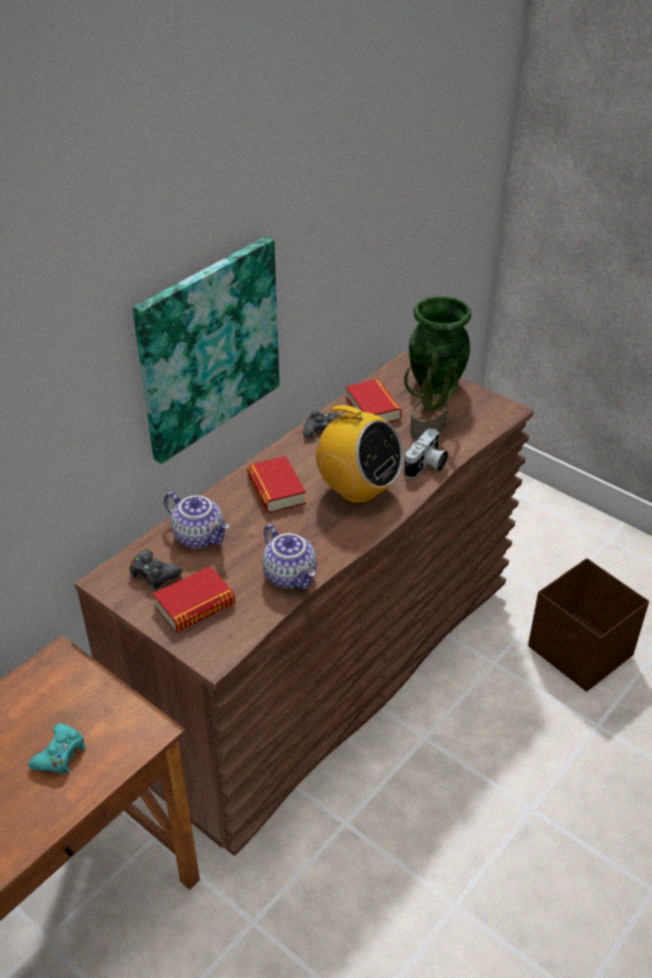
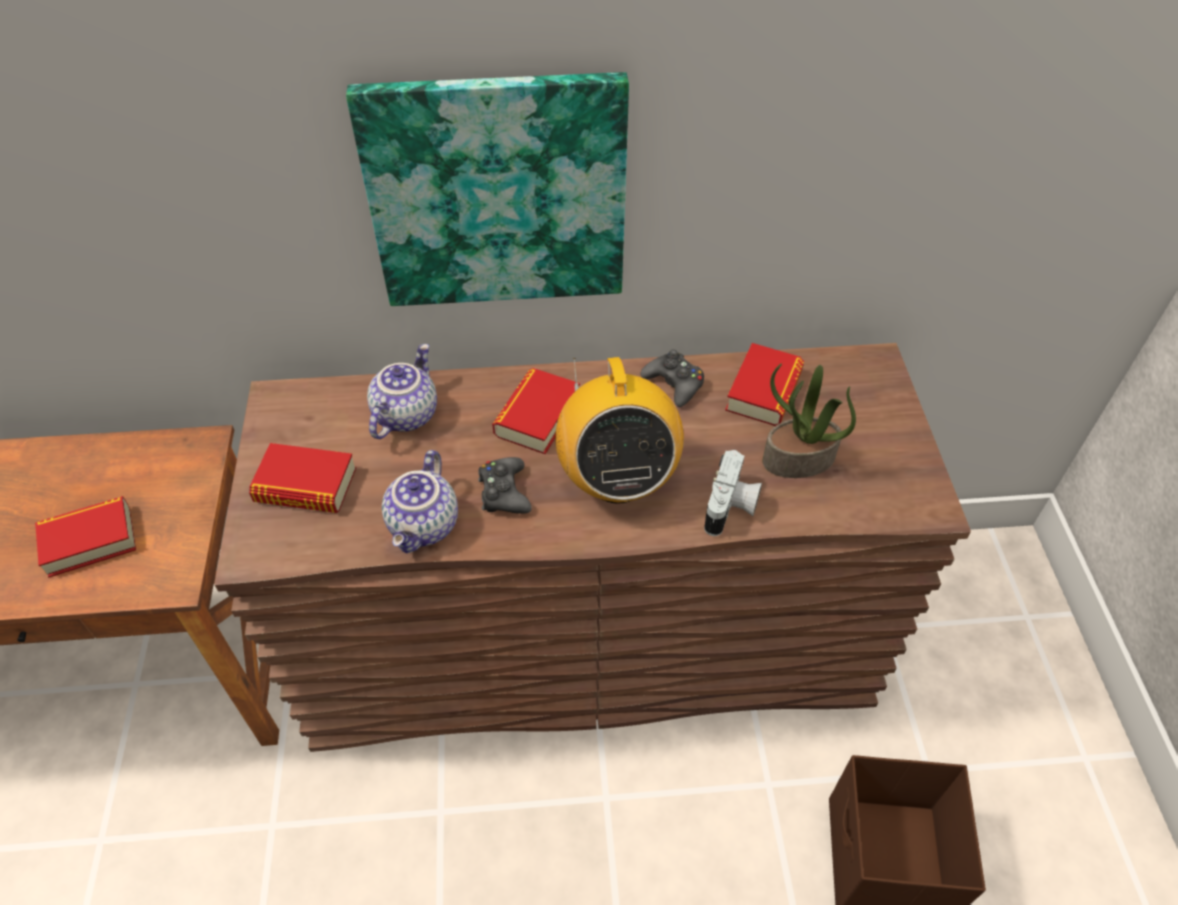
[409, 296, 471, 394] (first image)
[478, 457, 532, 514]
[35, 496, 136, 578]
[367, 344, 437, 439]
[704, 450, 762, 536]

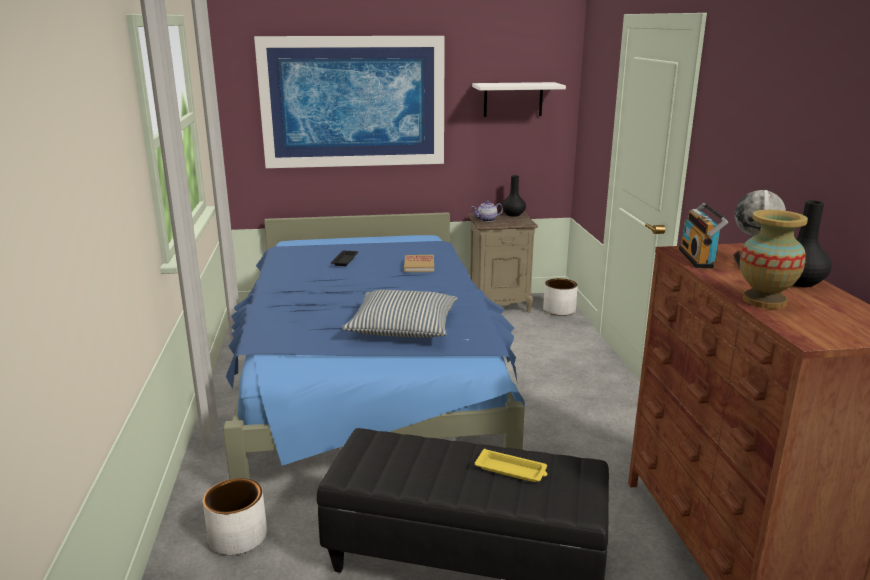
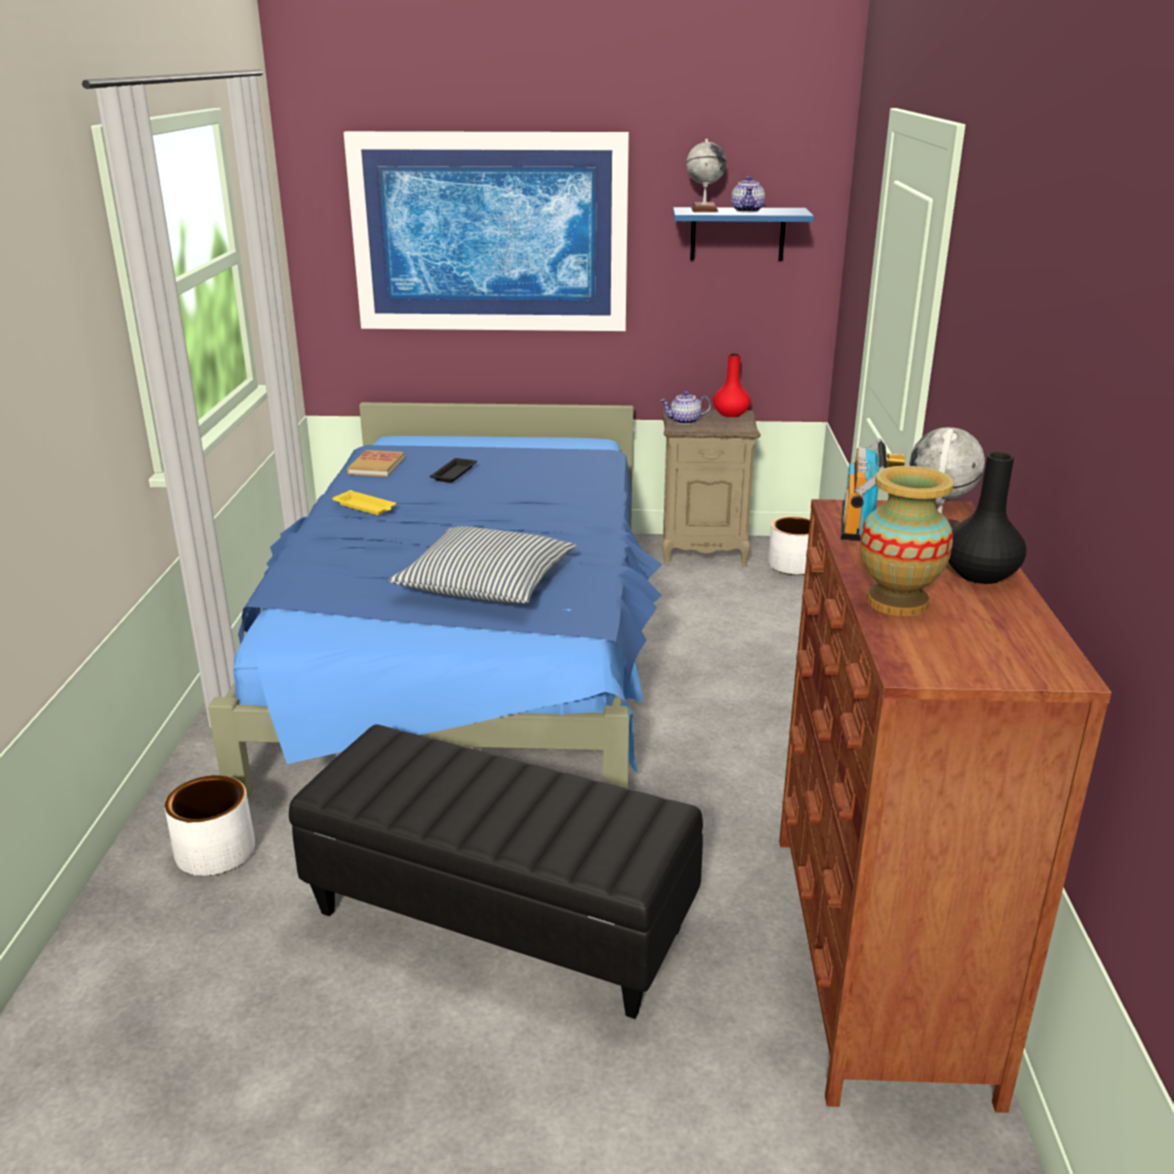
[686, 139, 726, 212]
[731, 176, 765, 213]
[347, 450, 405, 477]
[332, 490, 396, 515]
[673, 207, 814, 261]
[713, 353, 751, 417]

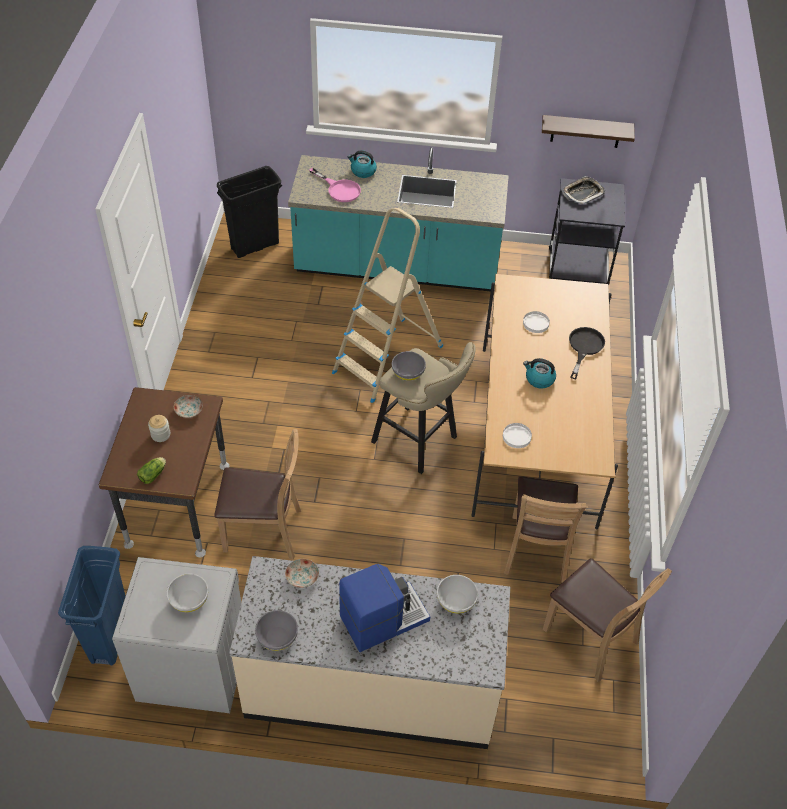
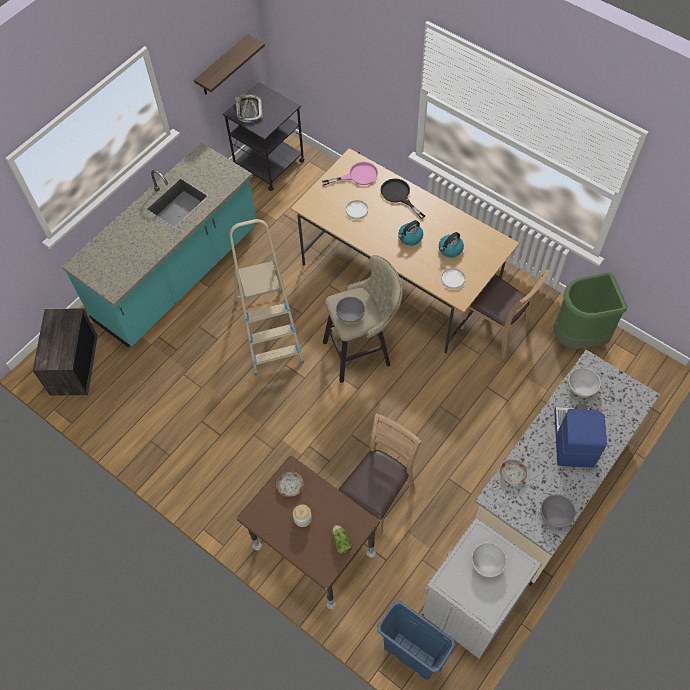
[322, 162, 378, 185]
[439, 232, 464, 258]
[33, 308, 98, 396]
[554, 272, 627, 349]

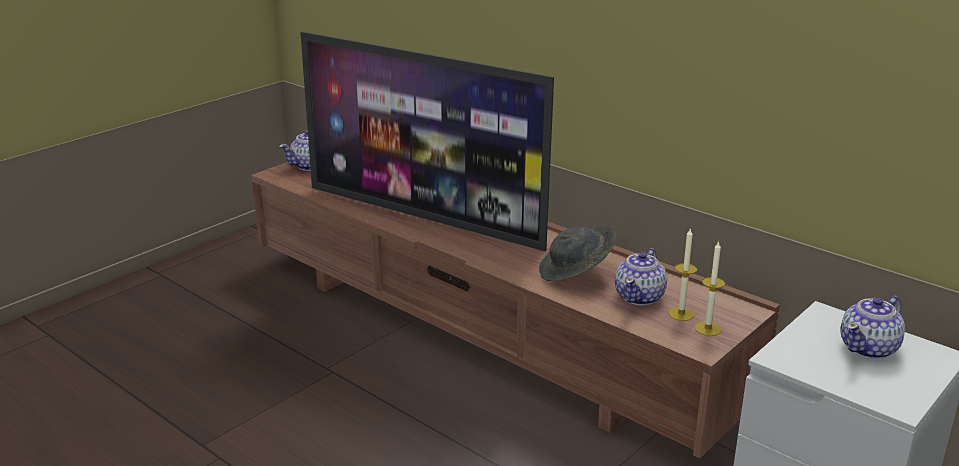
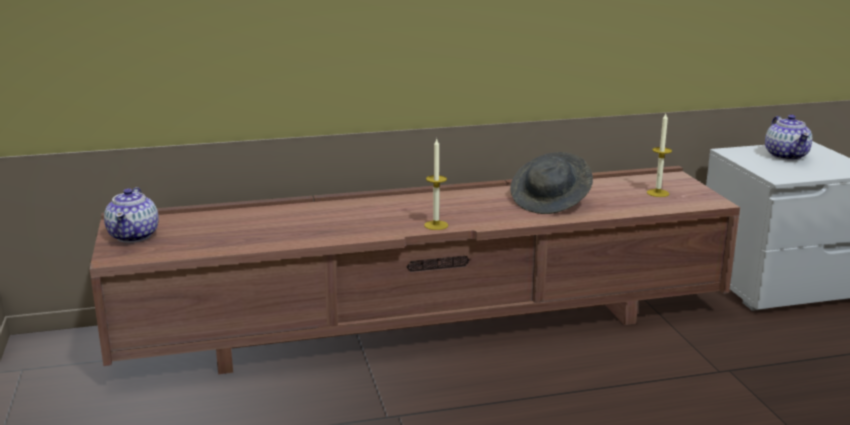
[300, 31, 554, 251] (first image)
[615, 248, 667, 306] (first image)
[424, 139, 448, 230]

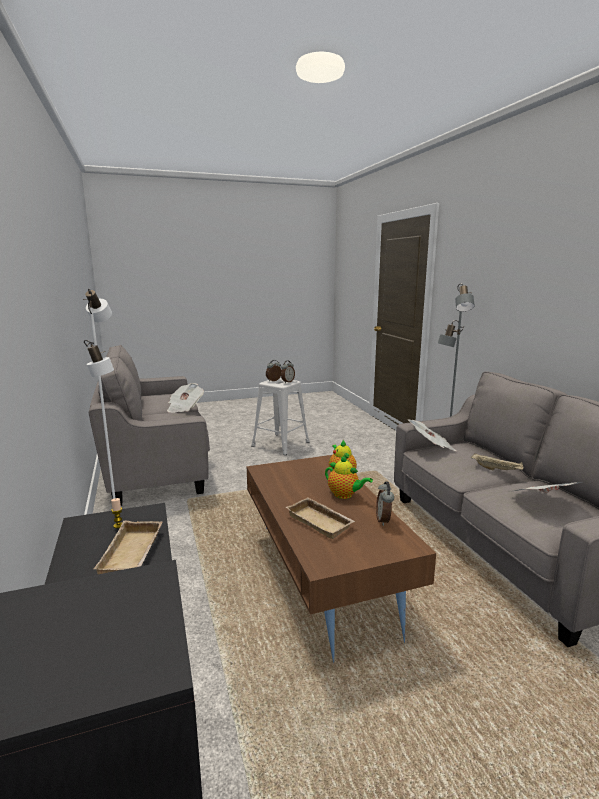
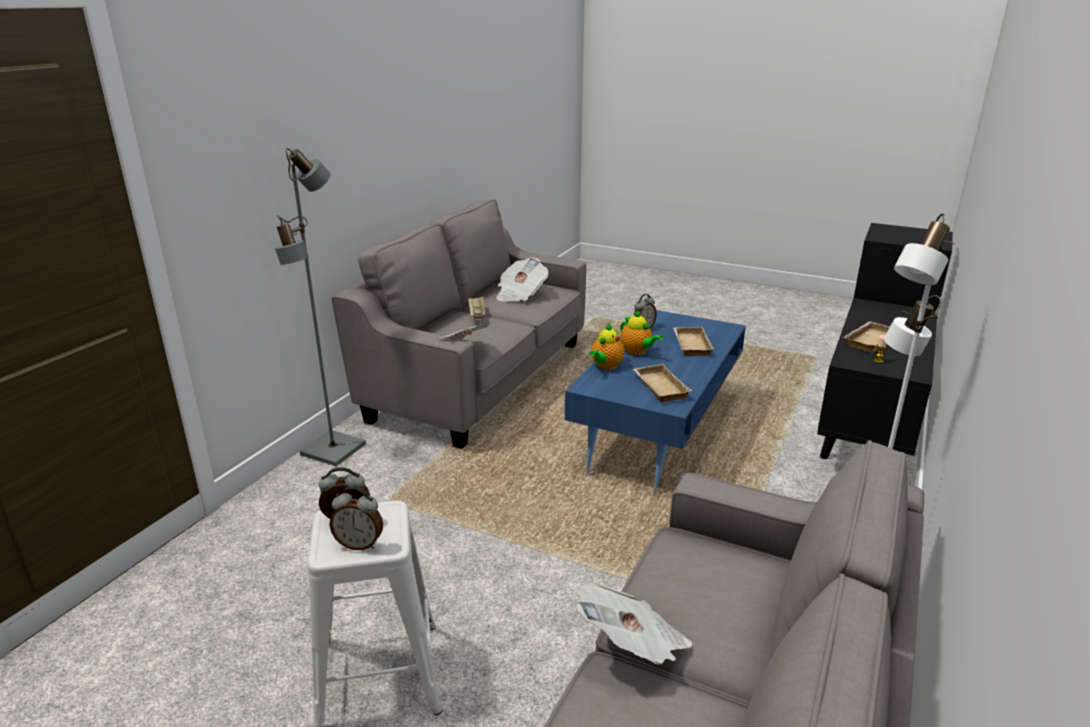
[633, 364, 692, 402]
[565, 310, 746, 495]
[620, 310, 663, 355]

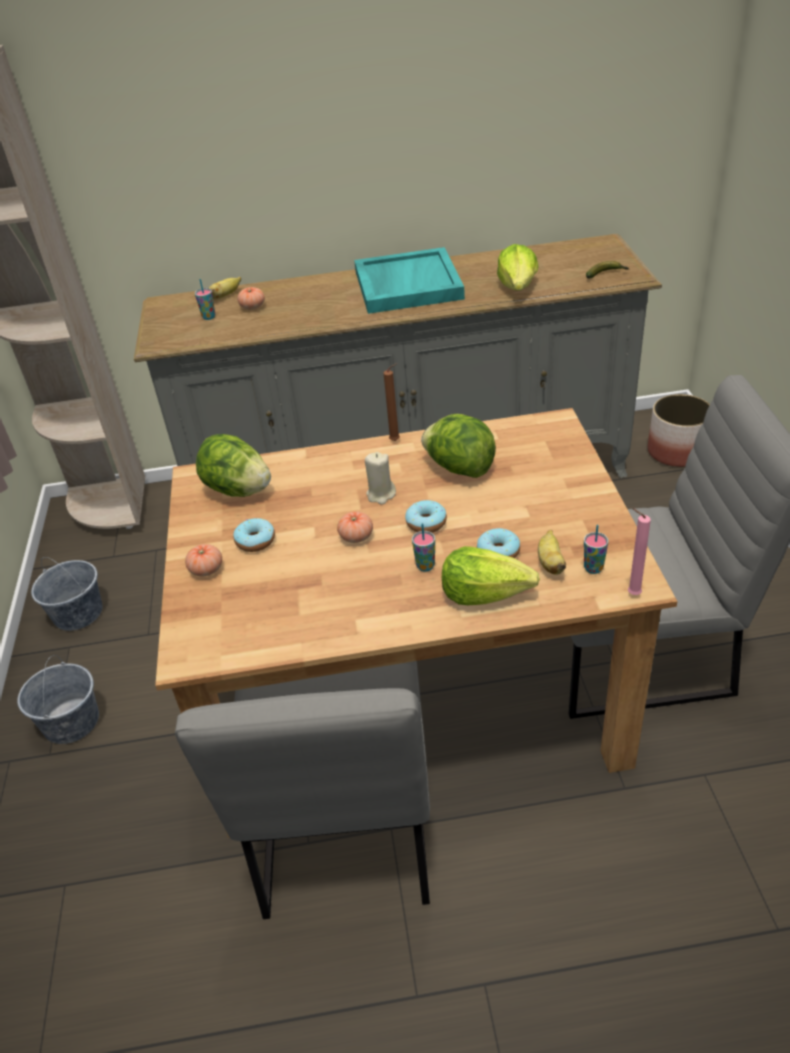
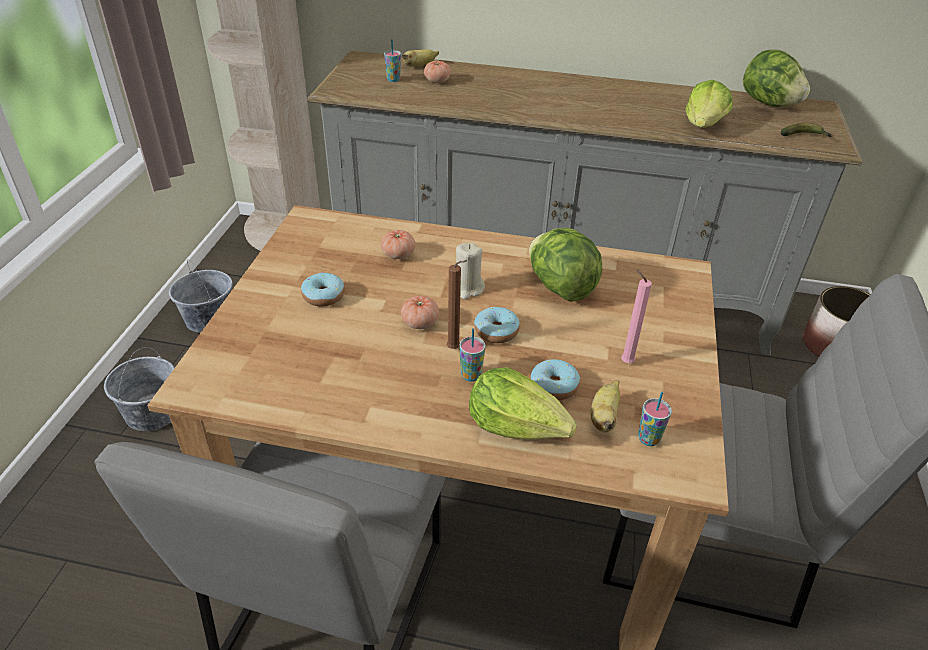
[354, 247, 465, 314] (first image)
[381, 230, 415, 259]
[743, 50, 810, 107]
[447, 260, 468, 349]
[621, 268, 652, 363]

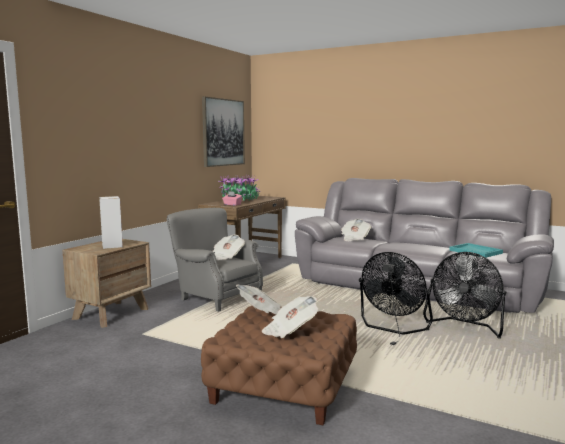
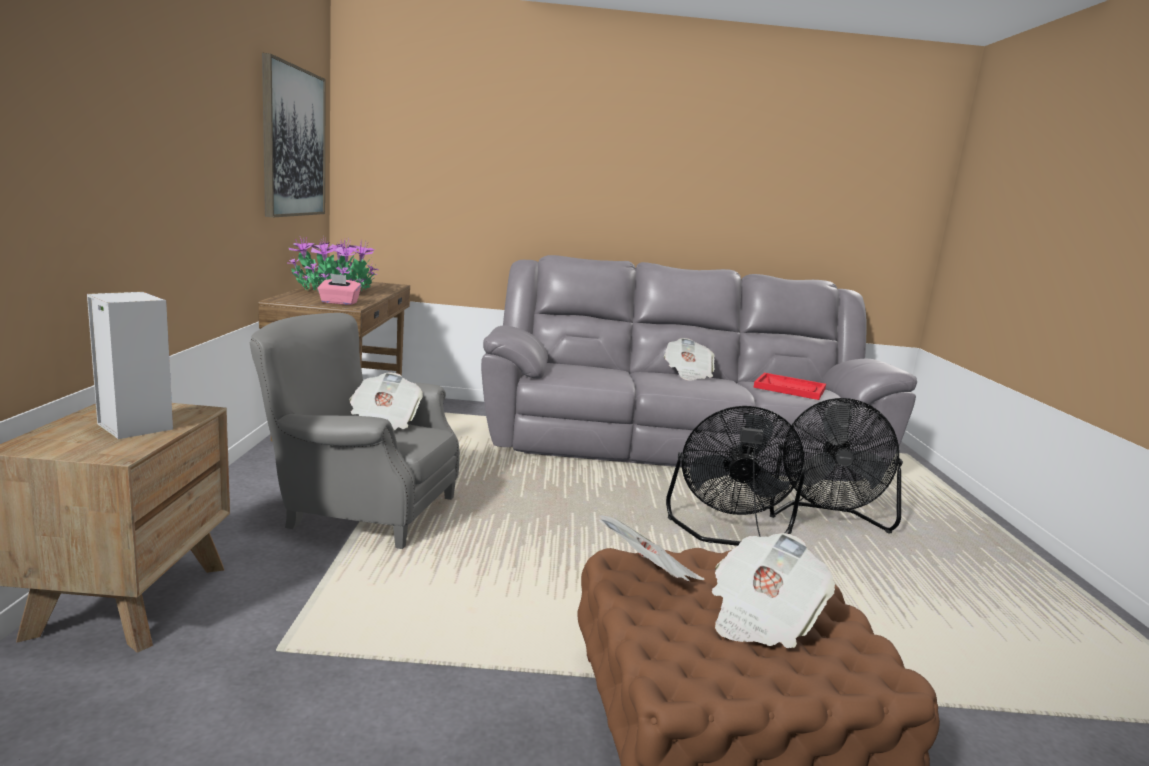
[664, 338, 714, 381]
[753, 373, 826, 400]

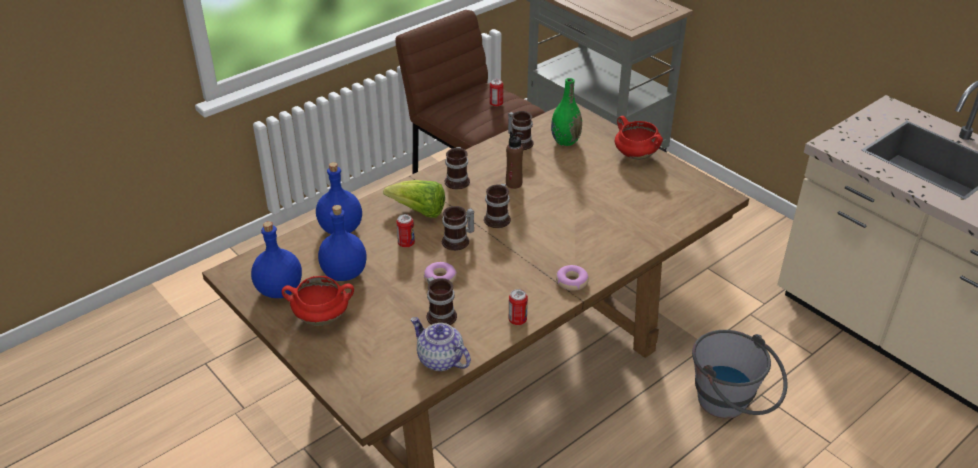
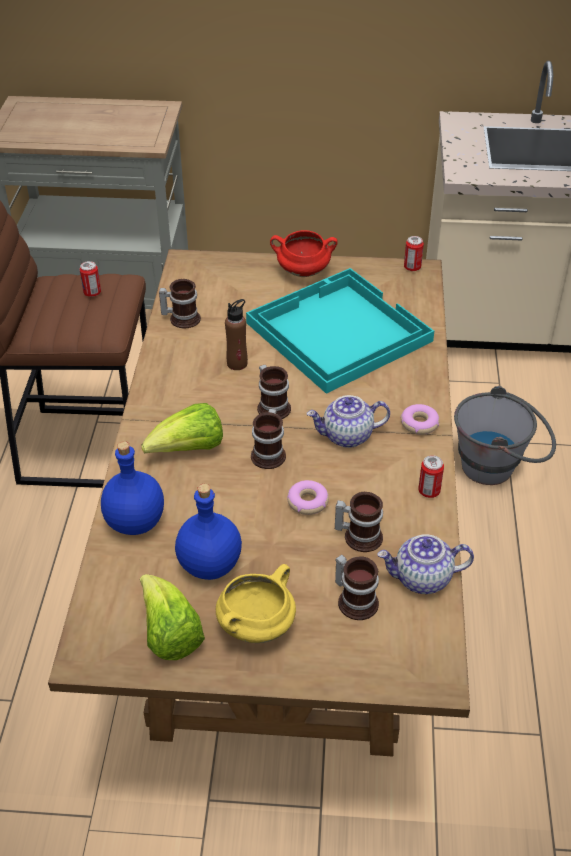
[551, 78, 582, 146] (first image)
[246, 268, 434, 394]
[307, 395, 390, 448]
[404, 236, 424, 271]
[335, 555, 379, 620]
[140, 574, 205, 660]
[216, 564, 296, 643]

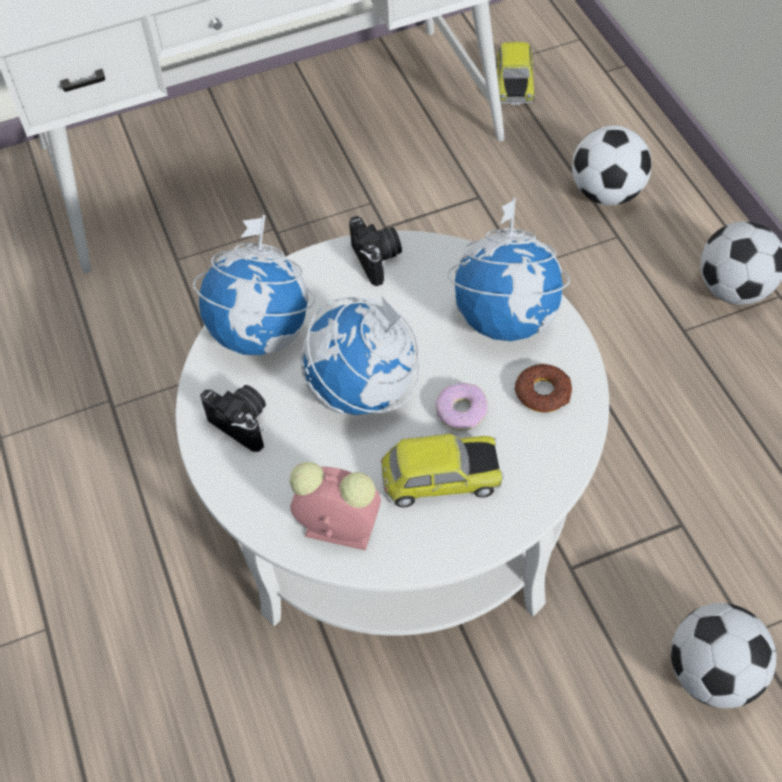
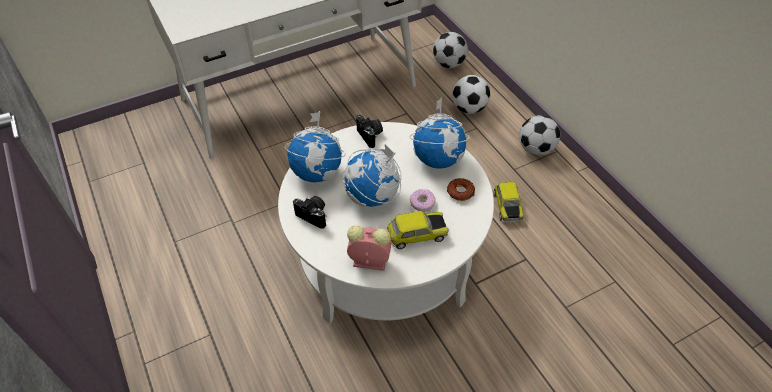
[494, 182, 524, 222]
[433, 32, 468, 68]

